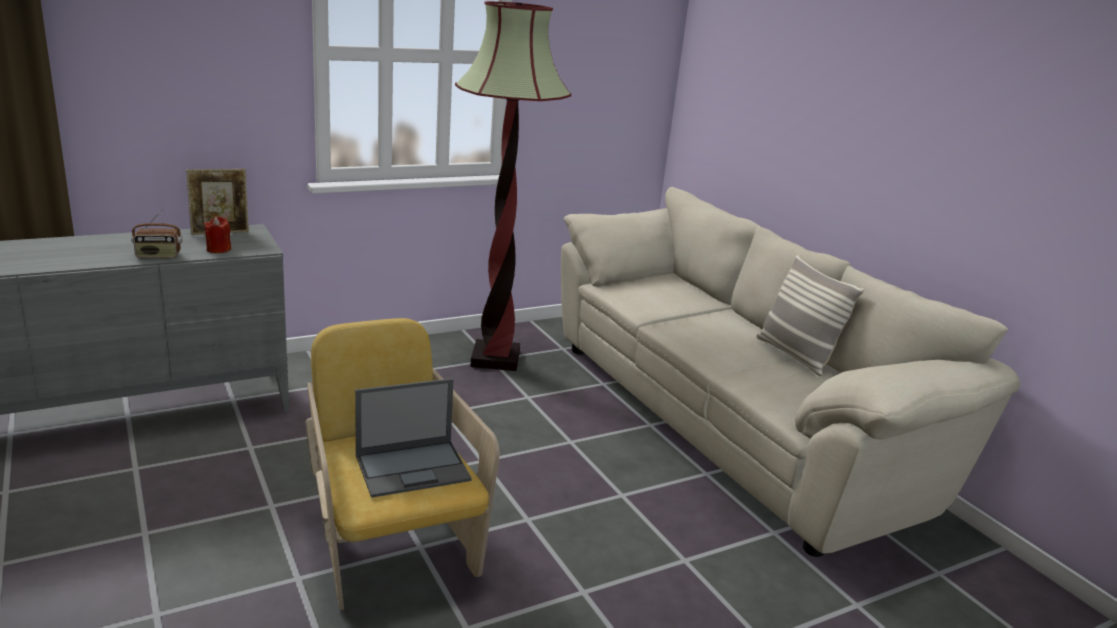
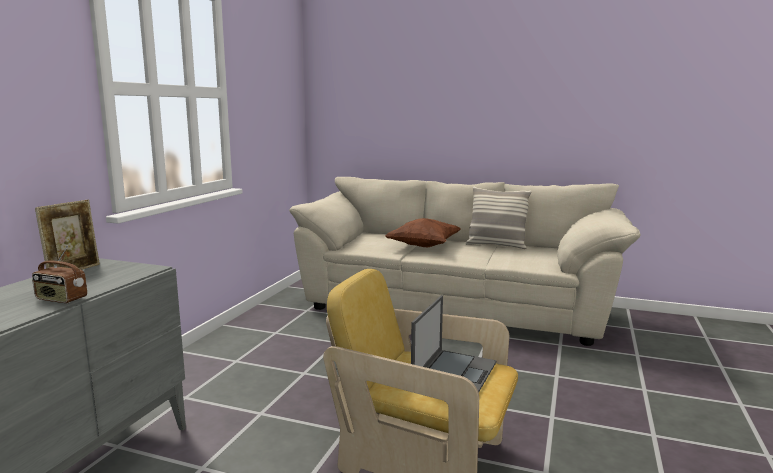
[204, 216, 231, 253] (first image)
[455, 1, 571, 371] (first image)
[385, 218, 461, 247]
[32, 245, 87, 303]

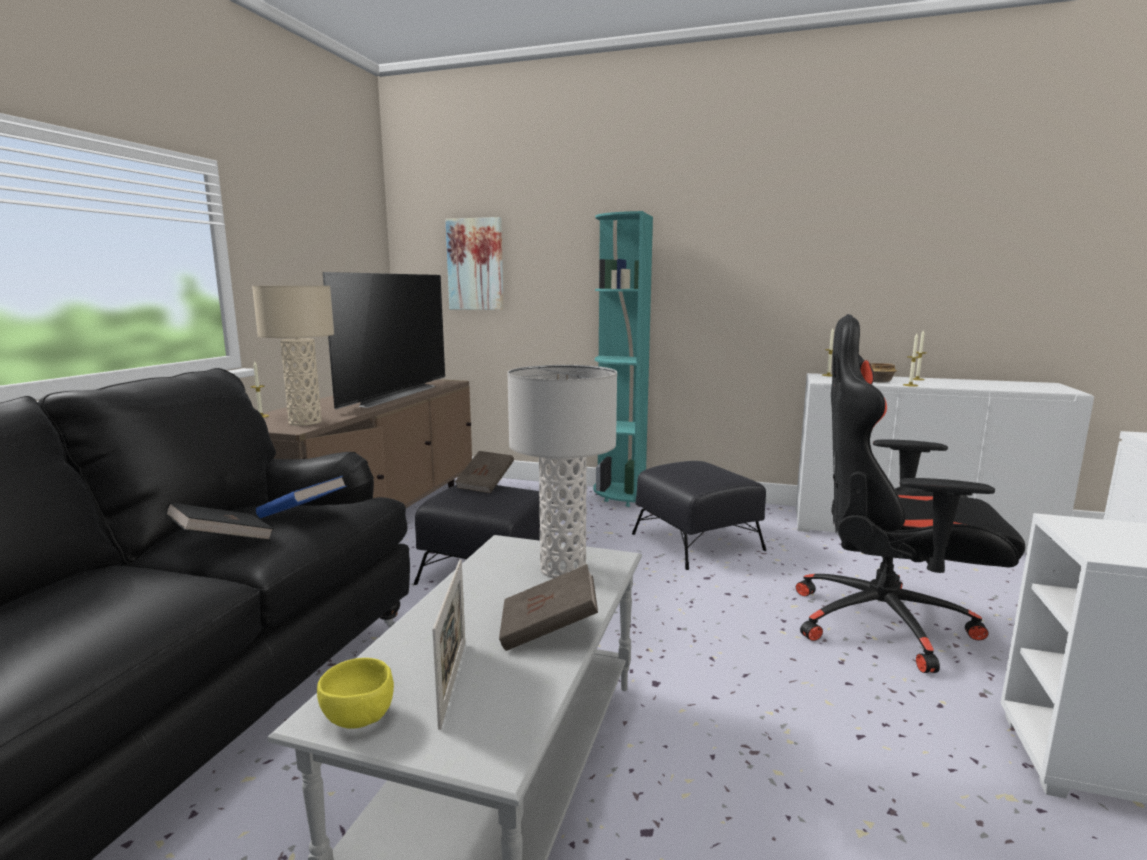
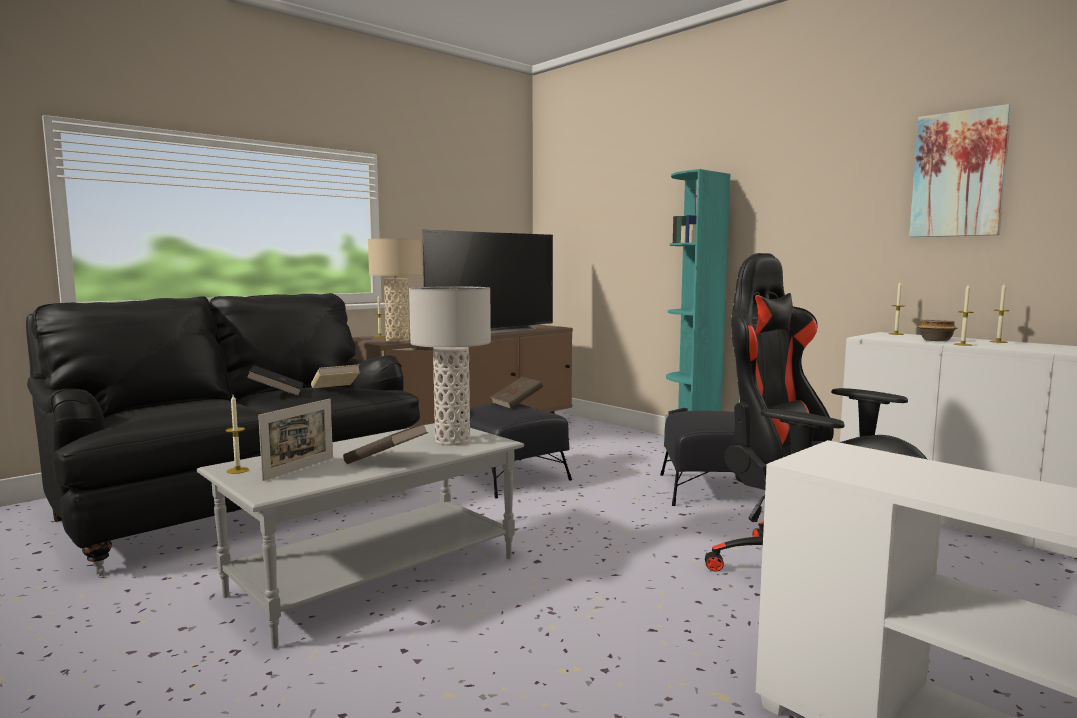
[909, 104, 1012, 237]
[225, 395, 249, 474]
[311, 365, 360, 388]

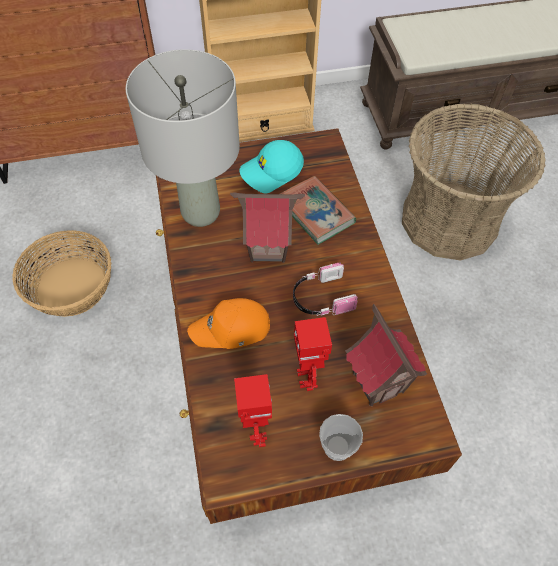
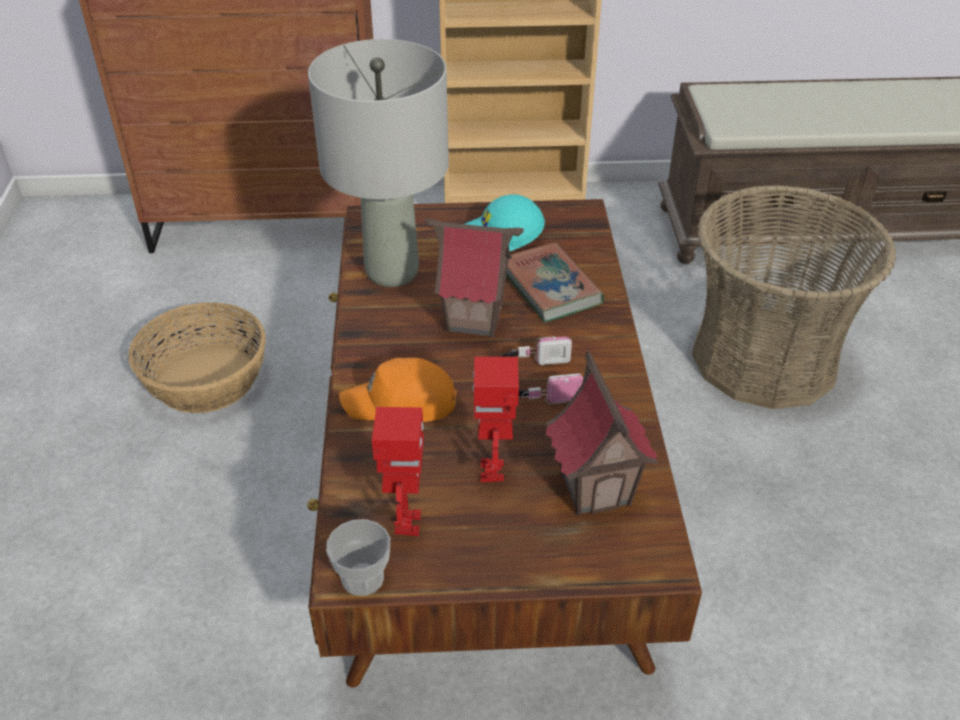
[326, 519, 390, 596]

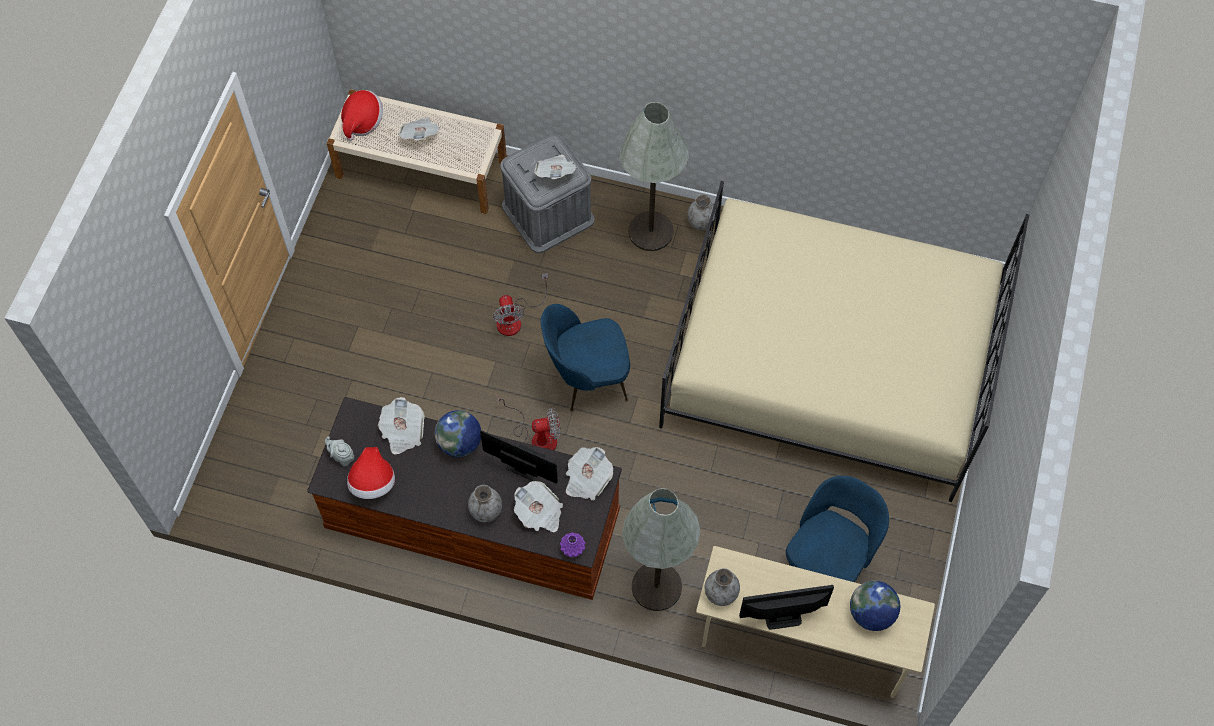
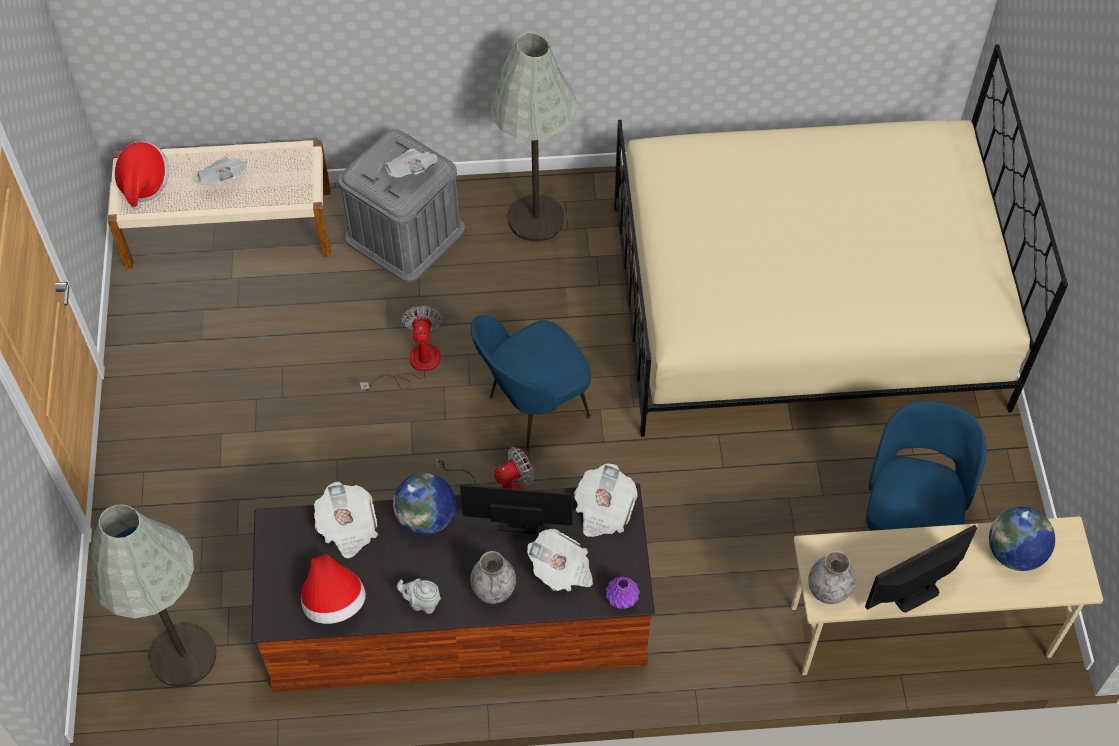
[687, 194, 716, 230] (first image)
[396, 579, 441, 614]
[91, 505, 217, 687]
[360, 306, 442, 391]

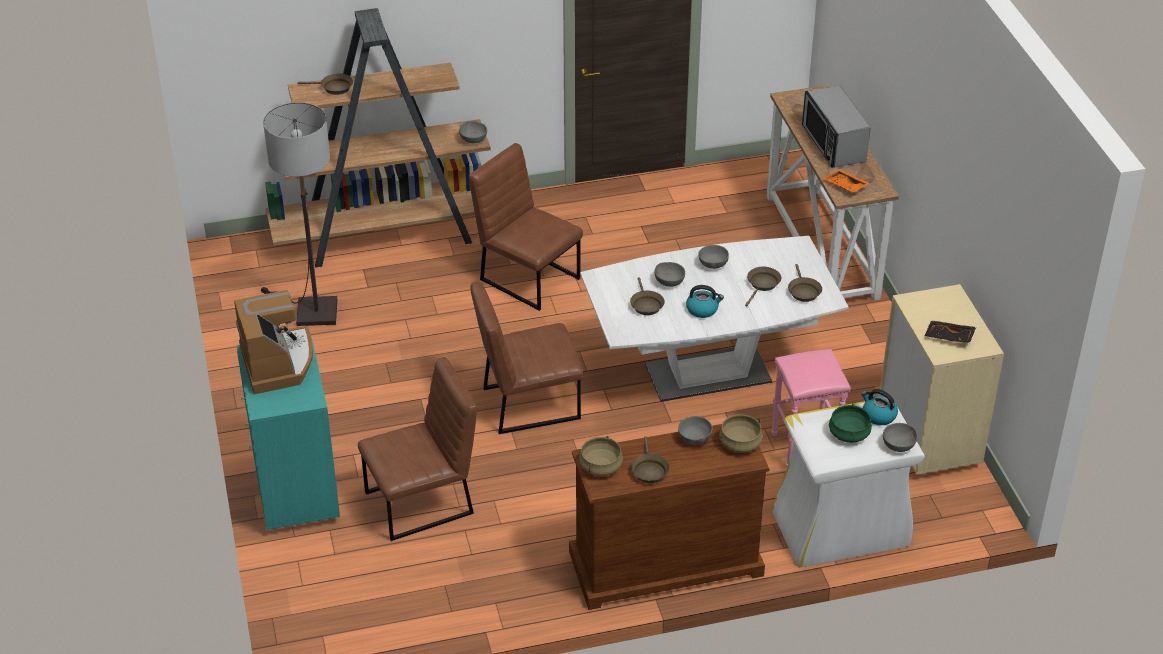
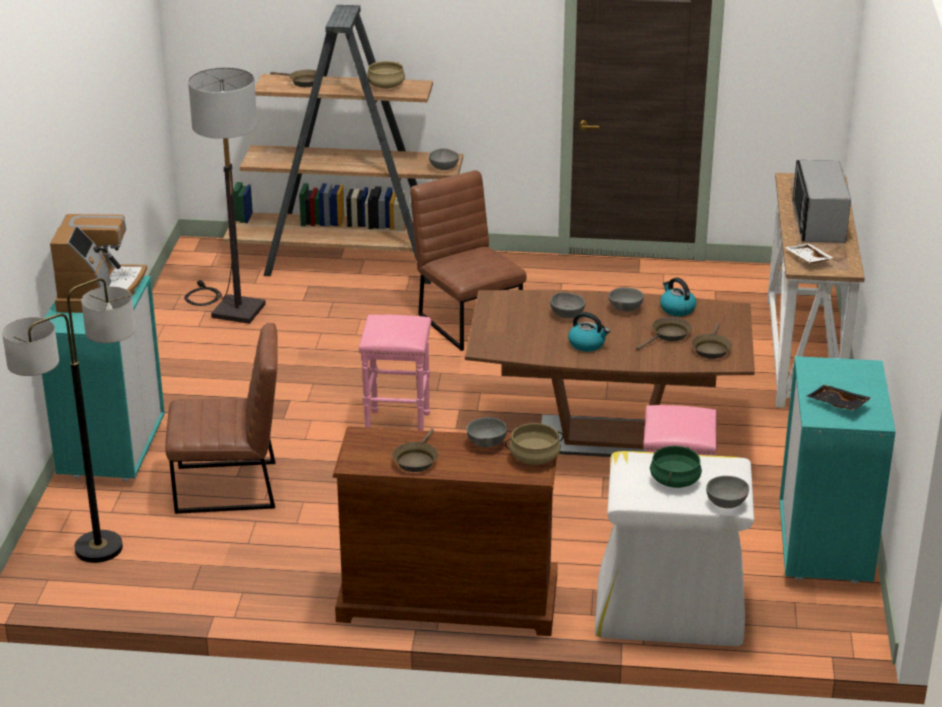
[630, 277, 665, 315] (first image)
[2, 278, 136, 563]
[367, 61, 405, 88]
[660, 277, 696, 316]
[359, 315, 431, 431]
[465, 290, 755, 457]
[785, 243, 833, 263]
[779, 356, 896, 584]

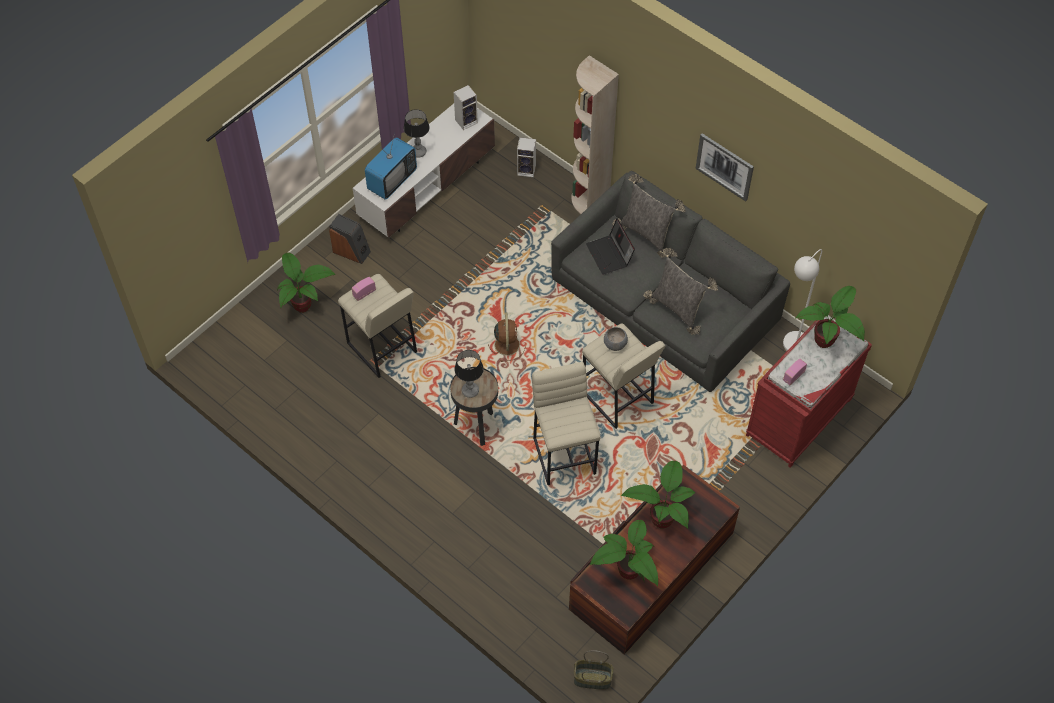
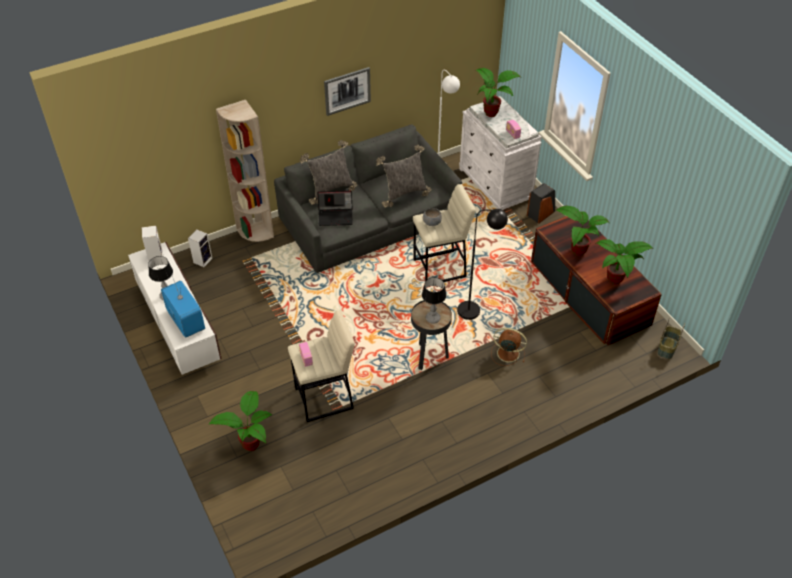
[527, 183, 555, 224]
[491, 328, 527, 366]
[457, 209, 508, 320]
[459, 96, 541, 210]

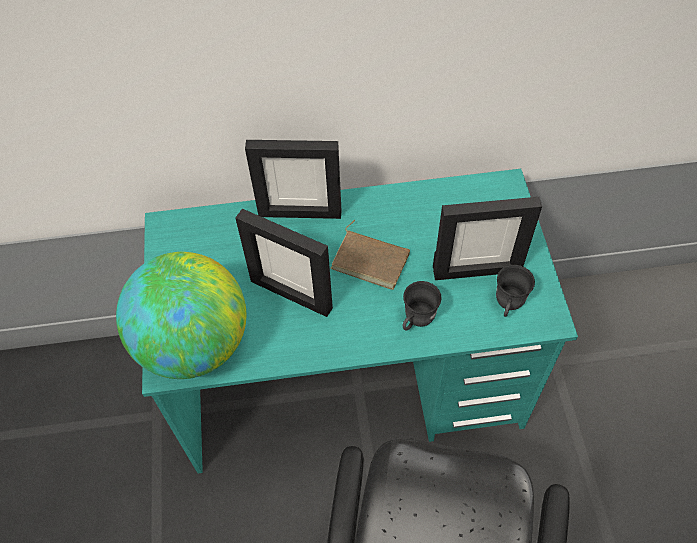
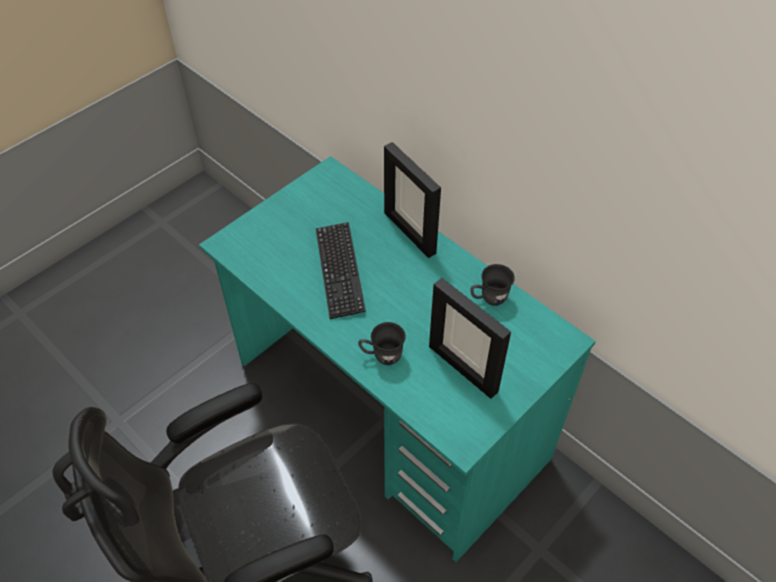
[116, 252, 246, 379] (first image)
[331, 220, 410, 290] (first image)
[470, 264, 515, 306]
[316, 222, 366, 319]

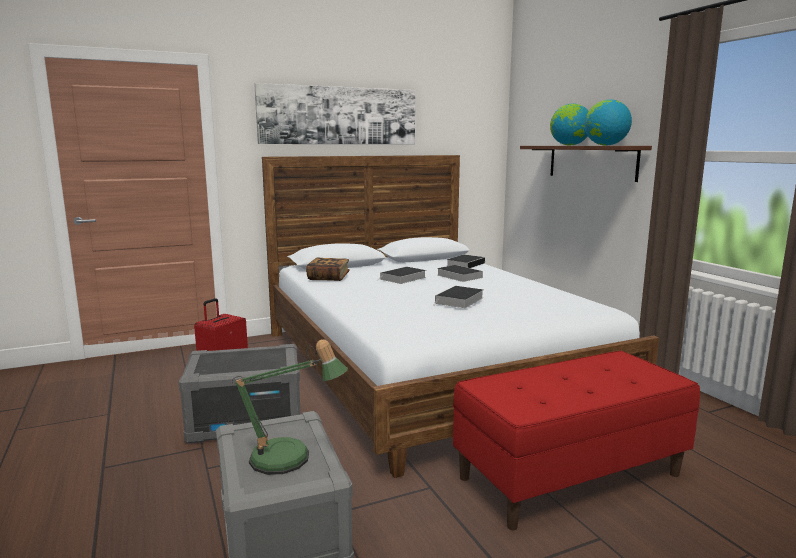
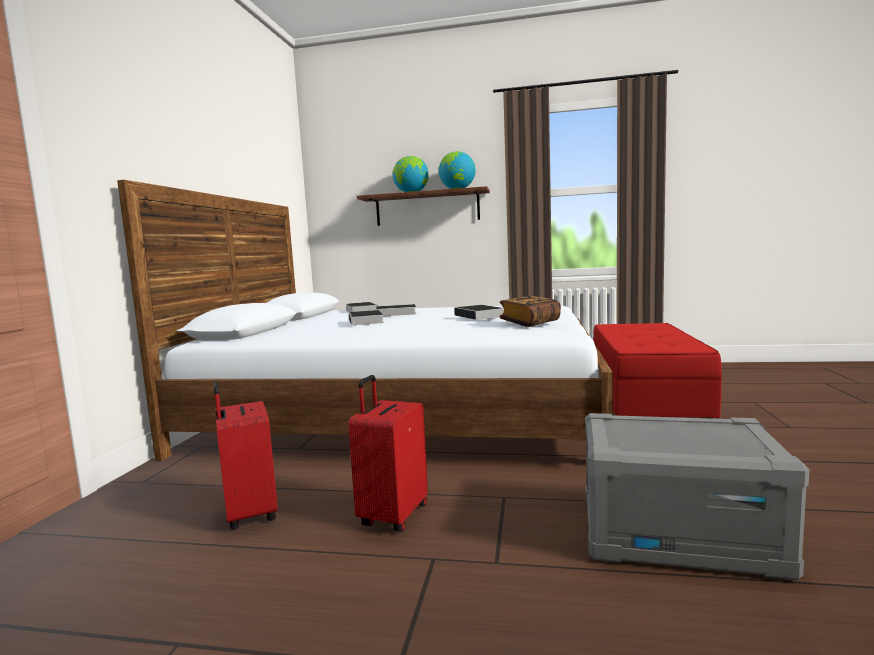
[232, 339, 348, 475] (first image)
[254, 83, 415, 144] (first image)
[499, 296, 561, 327]
[348, 375, 428, 532]

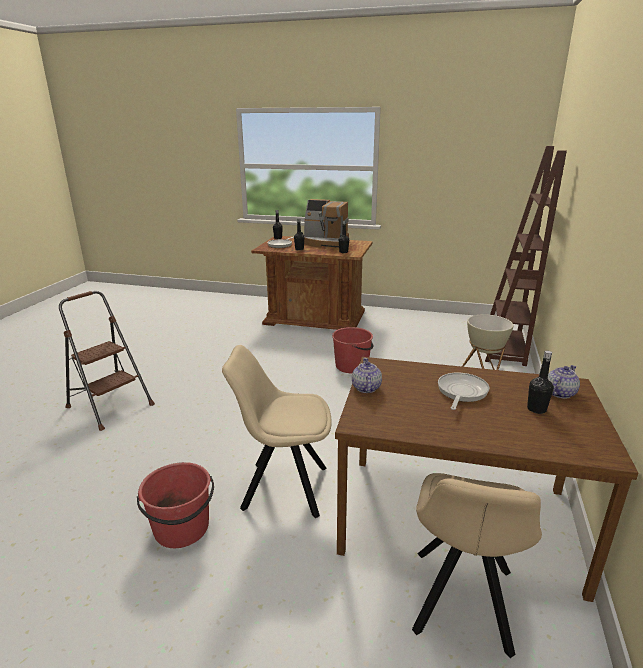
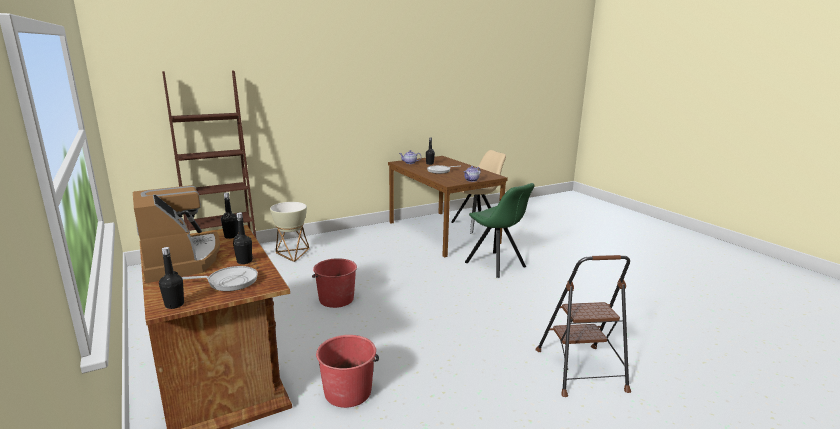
[316, 335, 379, 408]
[465, 183, 535, 278]

